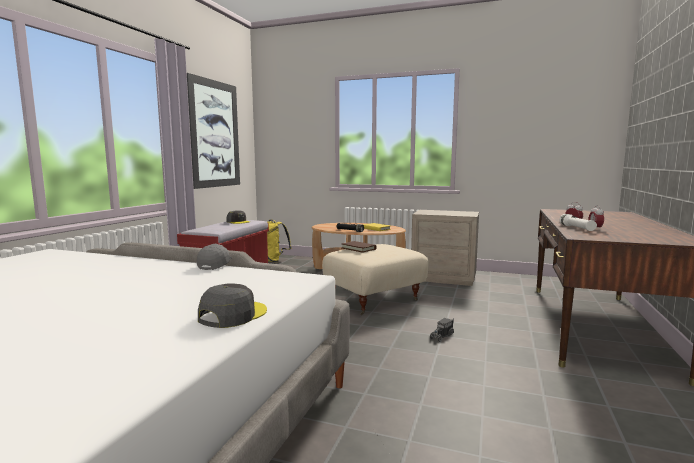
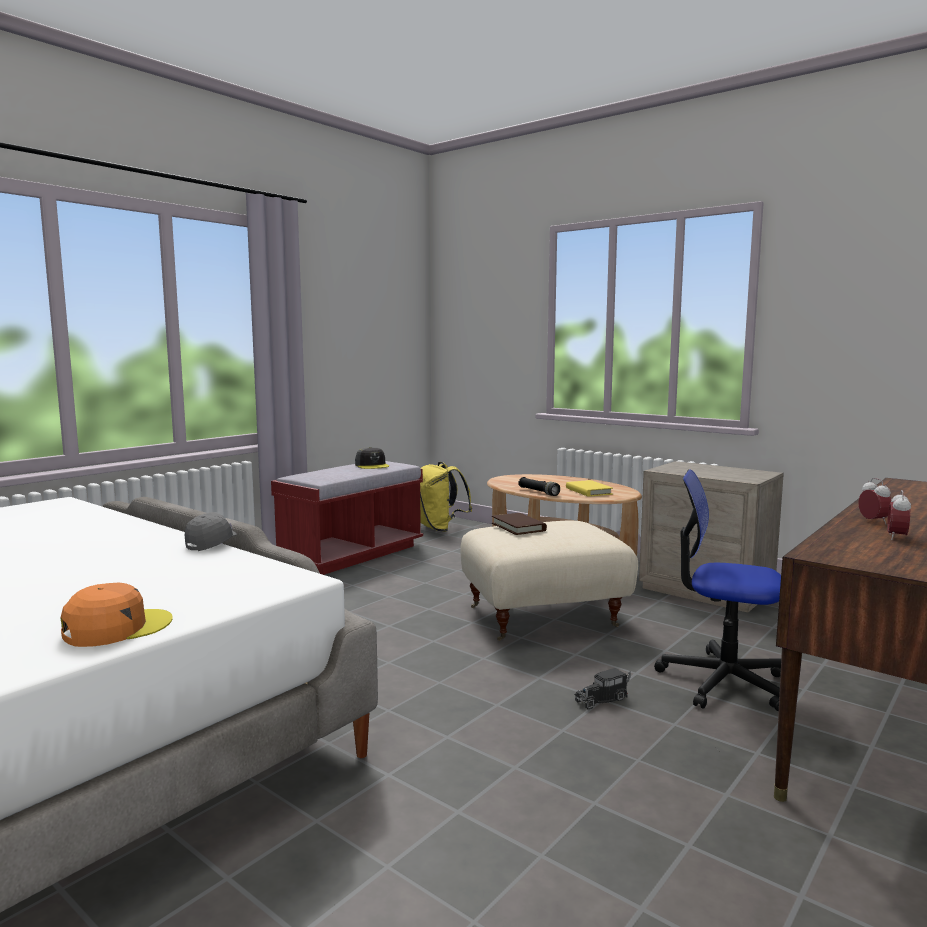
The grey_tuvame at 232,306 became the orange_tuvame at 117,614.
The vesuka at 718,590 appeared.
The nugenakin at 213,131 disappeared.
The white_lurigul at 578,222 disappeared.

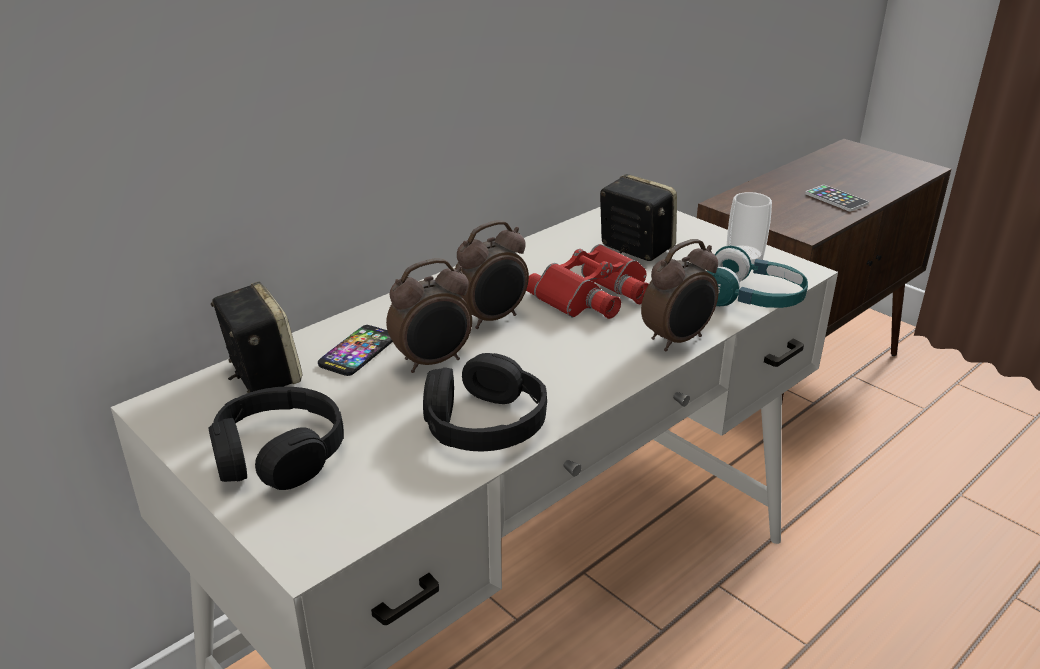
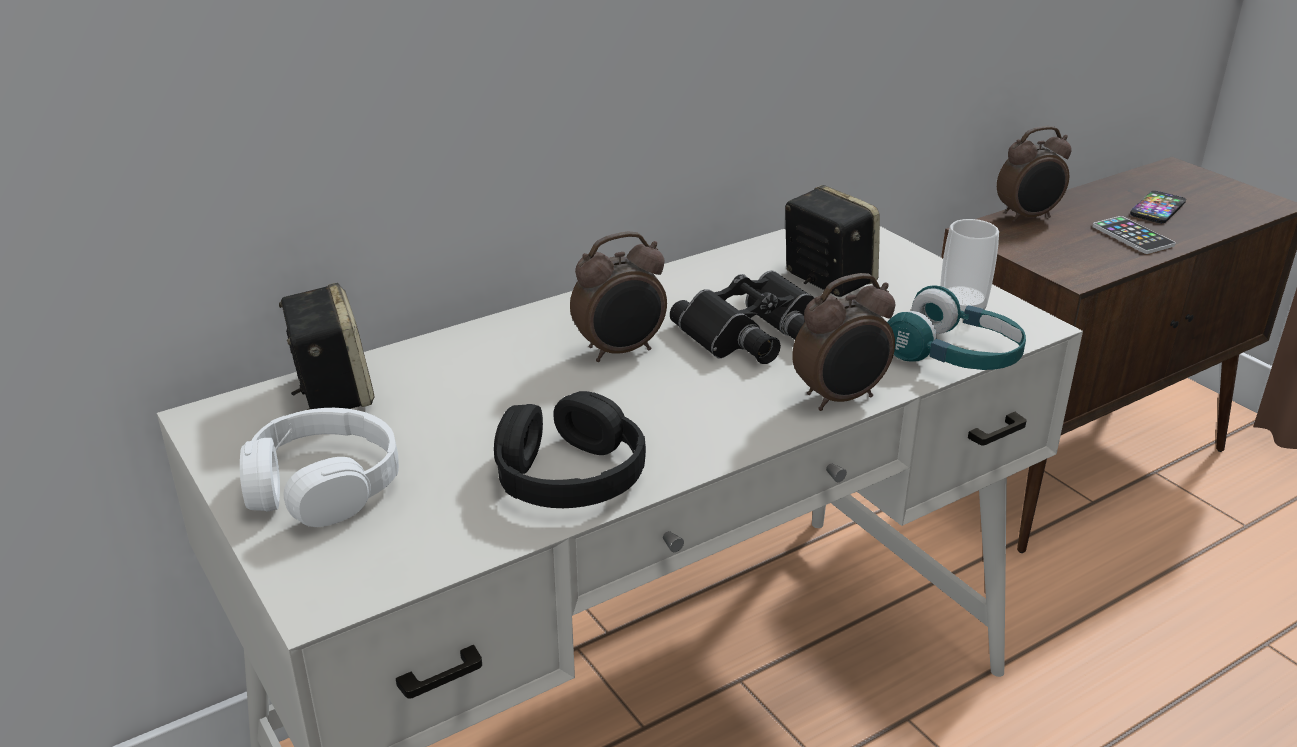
The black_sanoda at 276,438 became the white_sanoda at 319,467.
The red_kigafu at 587,281 became the black_kigafu at 742,317.
The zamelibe moved from 429,315 to 1034,174.
The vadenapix moved from 355,350 to 1158,207.

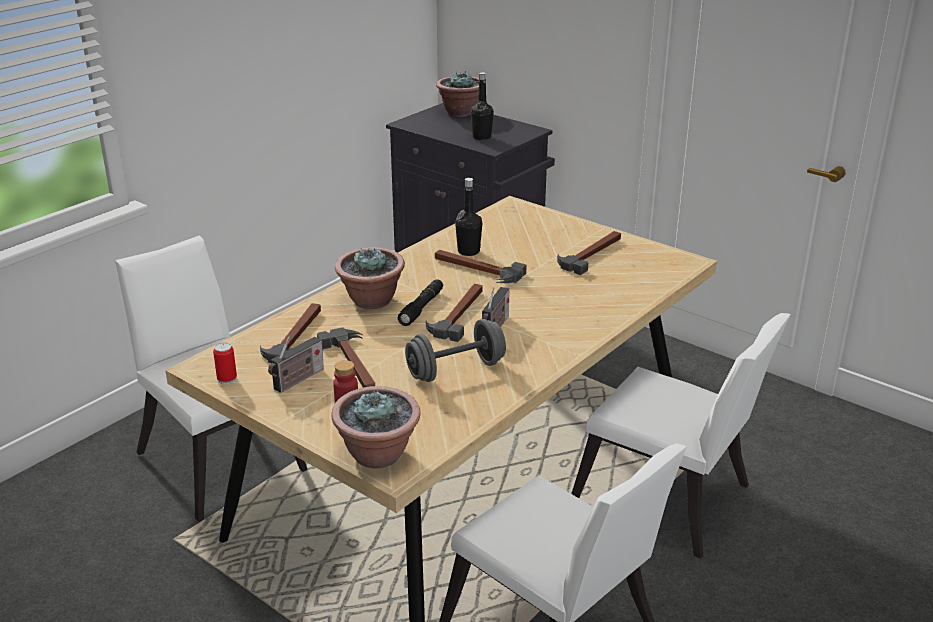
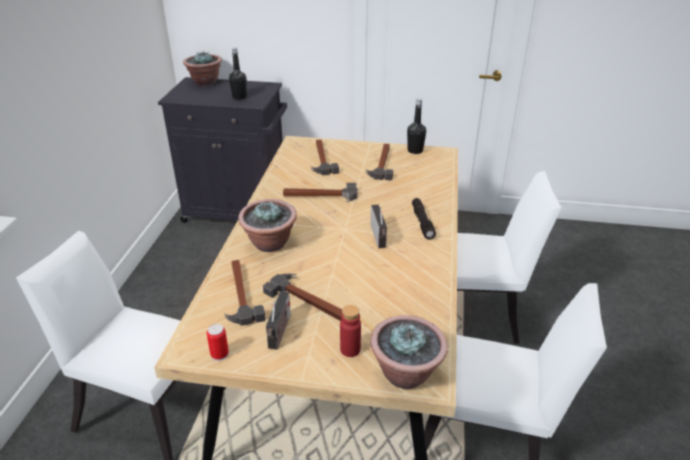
The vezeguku moved from 454,313 to 325,157.
The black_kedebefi moved from 469,217 to 416,126.
The black_lurigul moved from 420,302 to 424,219.
The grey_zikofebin at 455,350 disappeared.

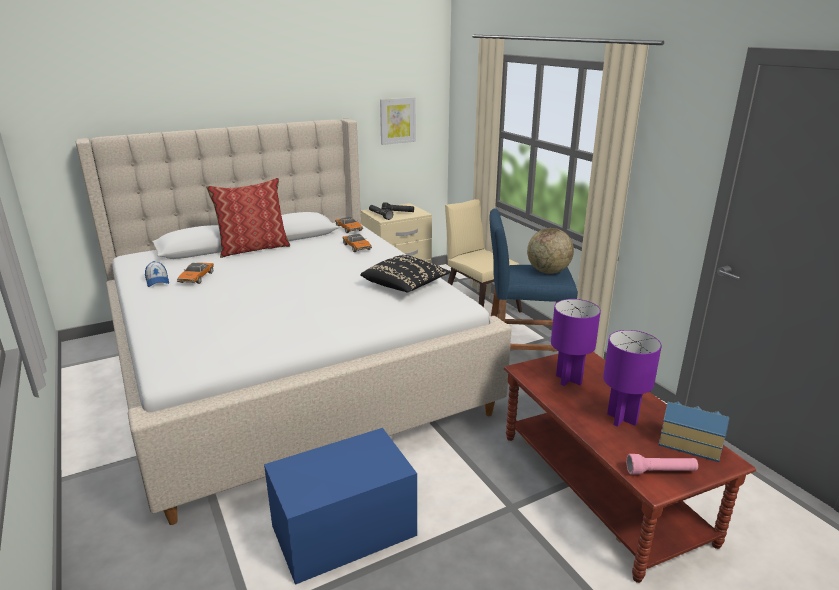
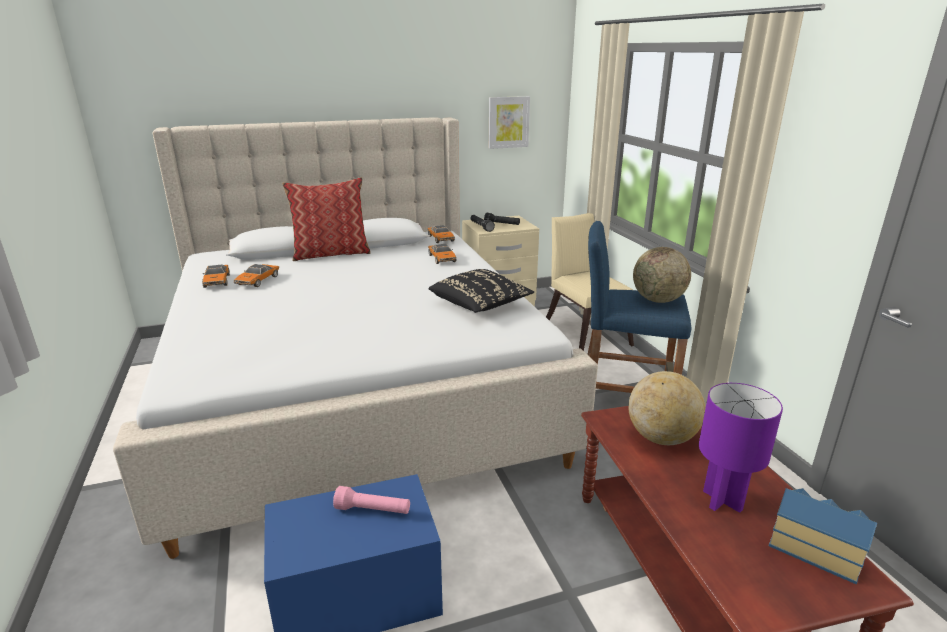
The tuvame at 157,274 was replaced by the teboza at 216,276.
The pink_lurigul moved from 662,464 to 371,500.
The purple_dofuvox at 576,342 was replaced by the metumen at 667,408.

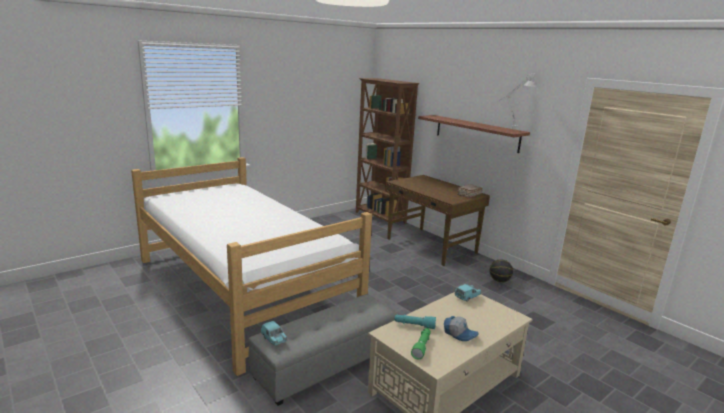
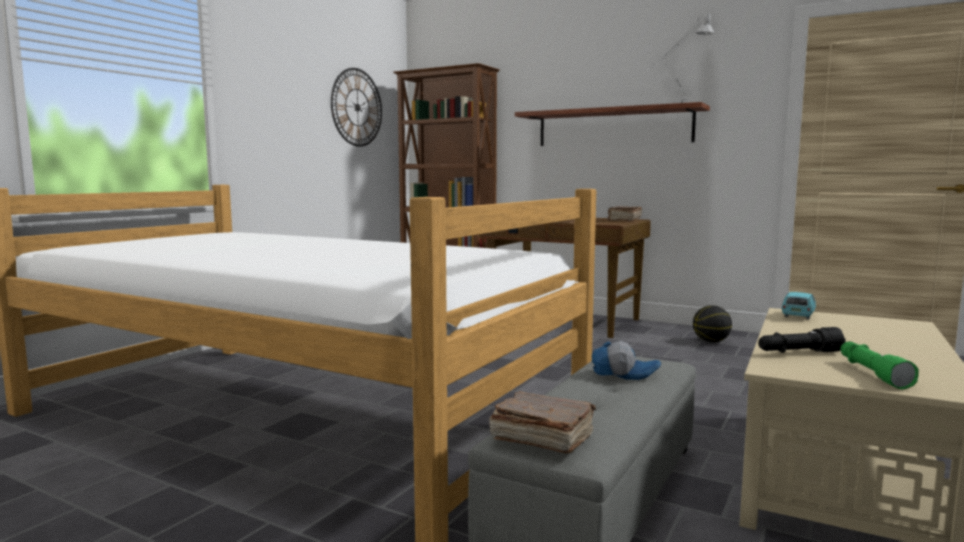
The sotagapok at 356,107 appeared.
The turquoise_teboza at 274,333 was replaced by the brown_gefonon at 542,422.
The tuvame moved from 461,328 to 626,360.
The turquoise_lurigul at 415,321 became the black_lurigul at 802,340.

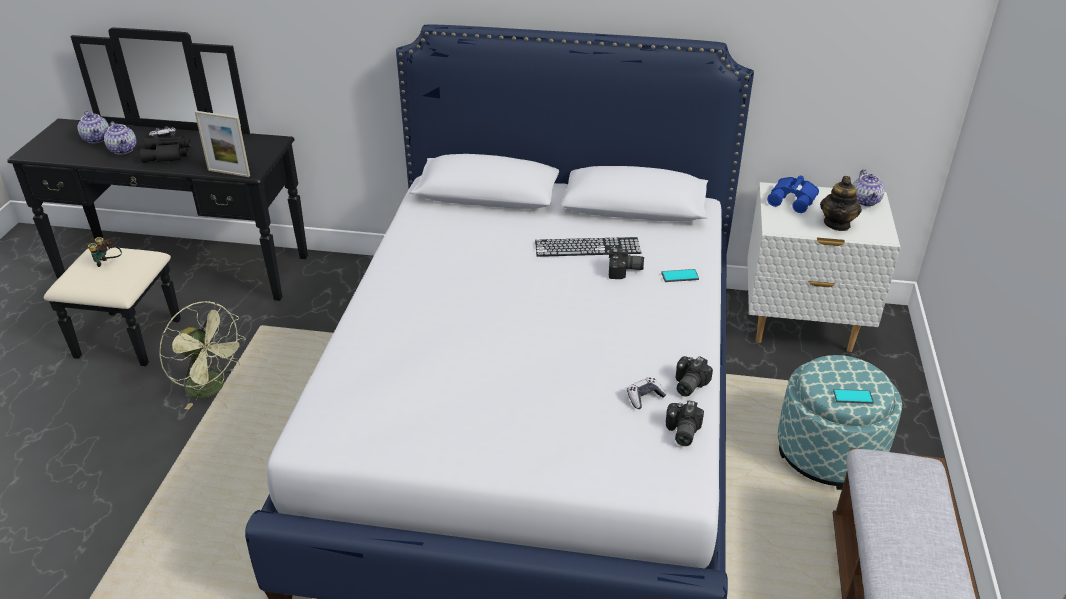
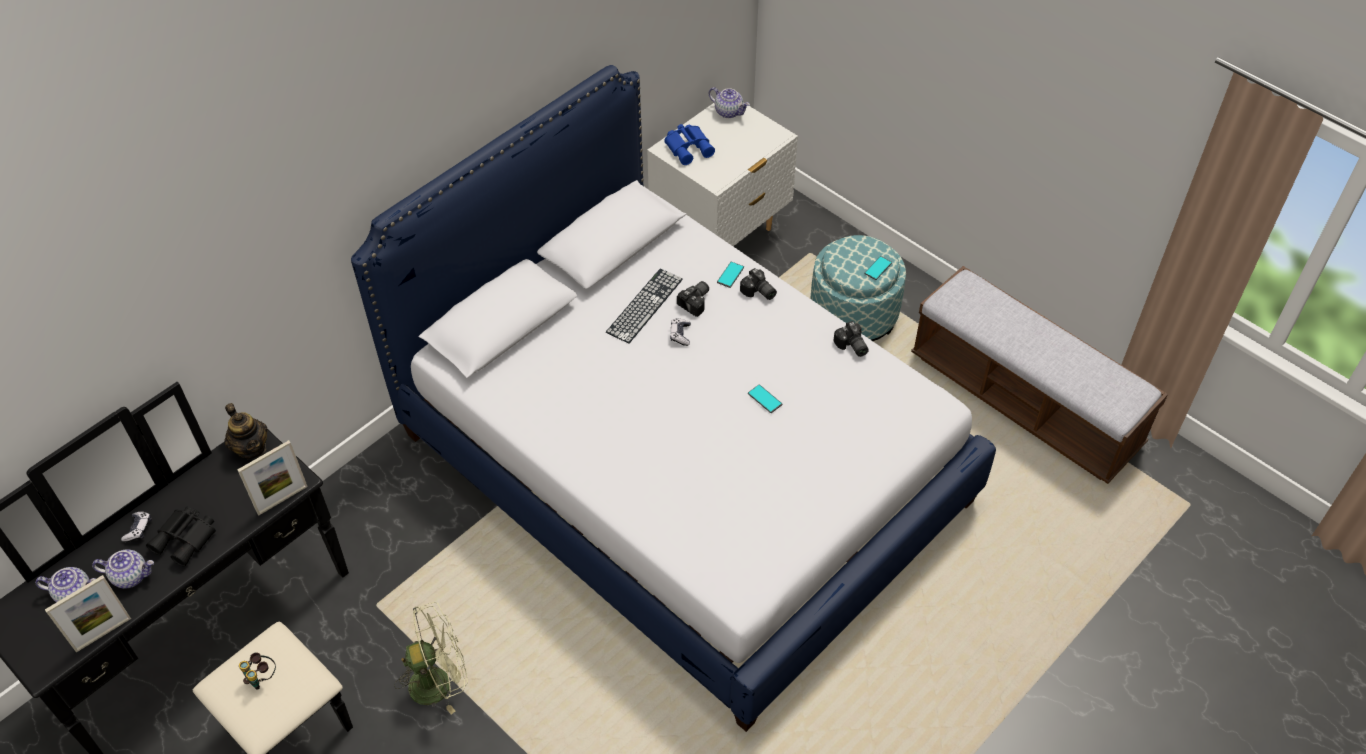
The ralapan at 88,613 appeared.
The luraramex moved from 841,203 to 246,431.
The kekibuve moved from 647,393 to 680,332.
The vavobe moved from 685,423 to 758,284.
The vadenapix at 765,398 appeared.

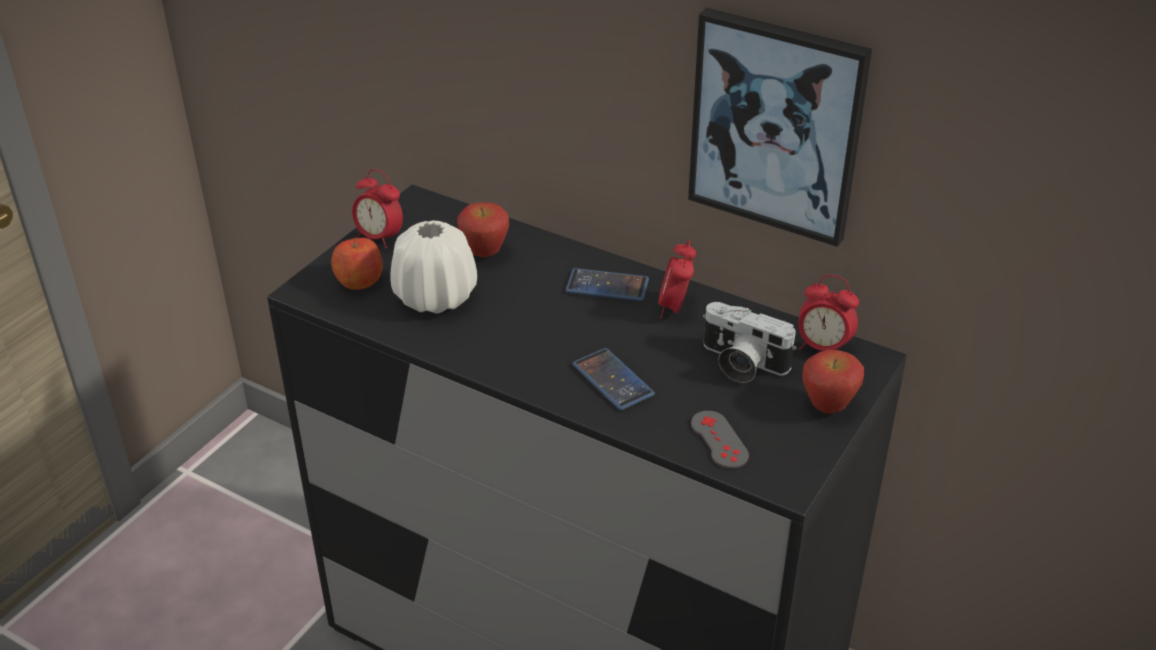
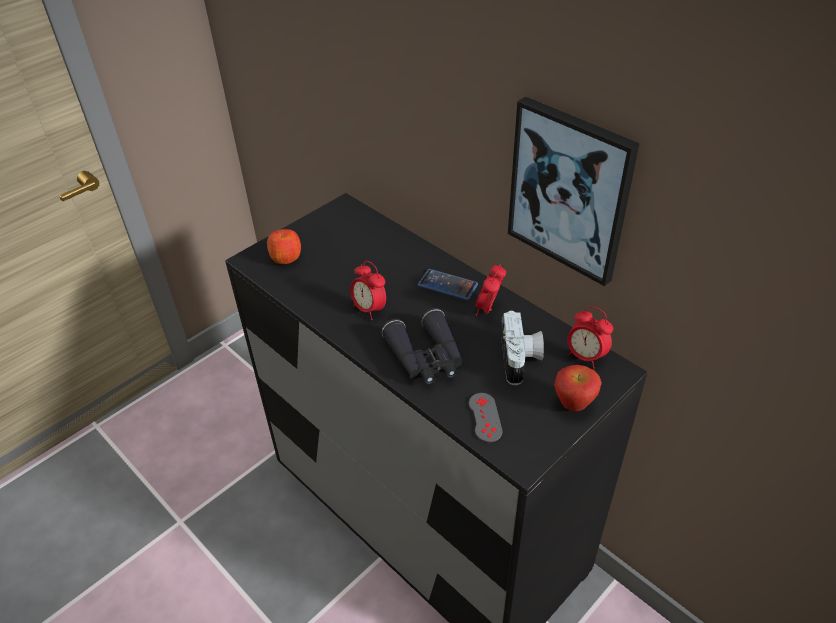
The zamelibe moved from 377,209 to 368,290.
The vadenapix at 613,379 was replaced by the black_kigafu at 422,346.
The vavobe at 750,342 turned 135 degrees counterclockwise.
The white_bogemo at 433,267 disappeared.
The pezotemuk at 483,230 disappeared.

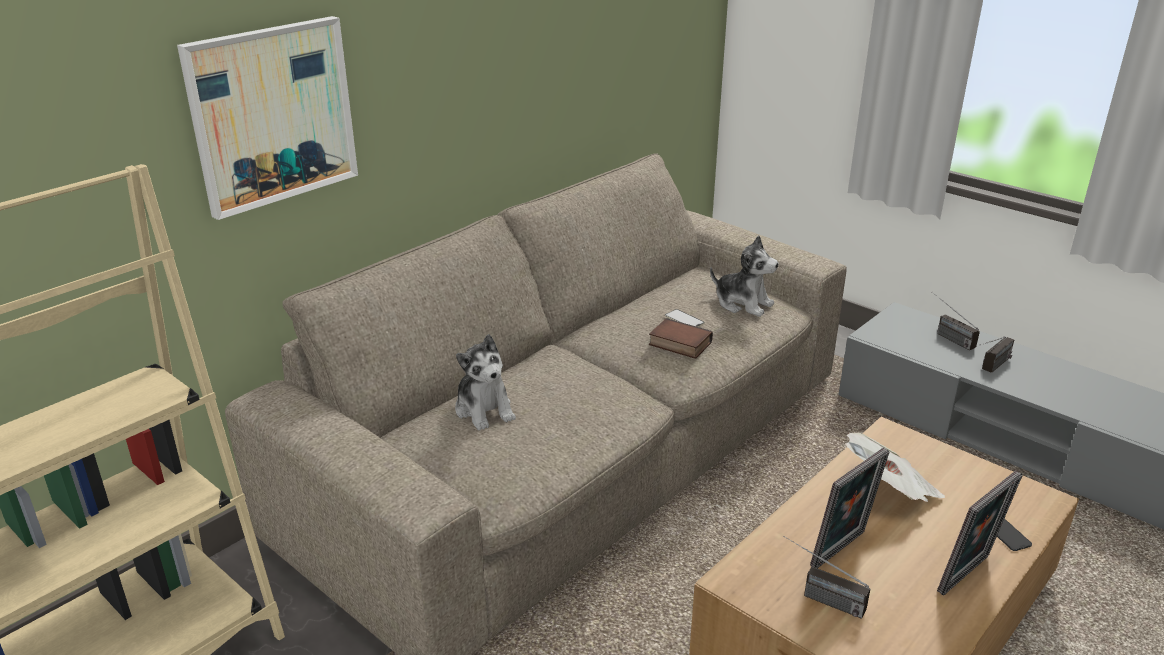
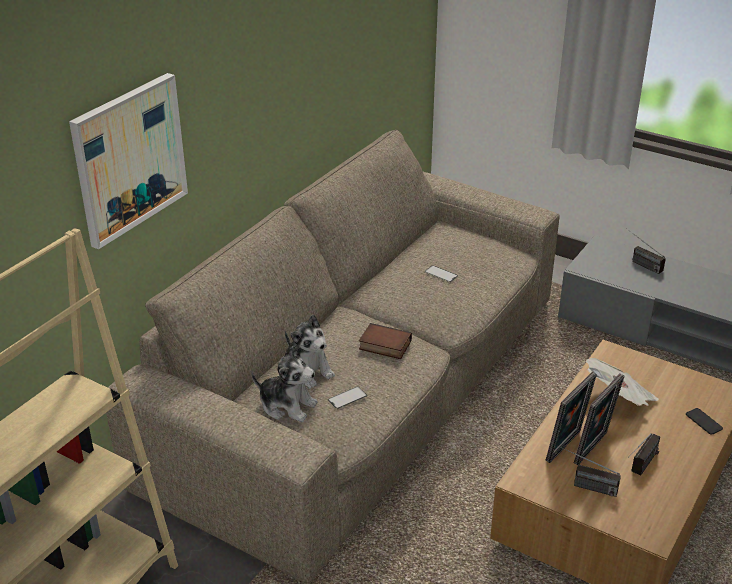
The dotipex moved from 744,276 to 285,384.
The vadenapix at 347,397 appeared.
The gefonon moved from 681,338 to 385,341.
The ralapan moved from 980,533 to 571,417.
The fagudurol moved from 997,354 to 644,454.

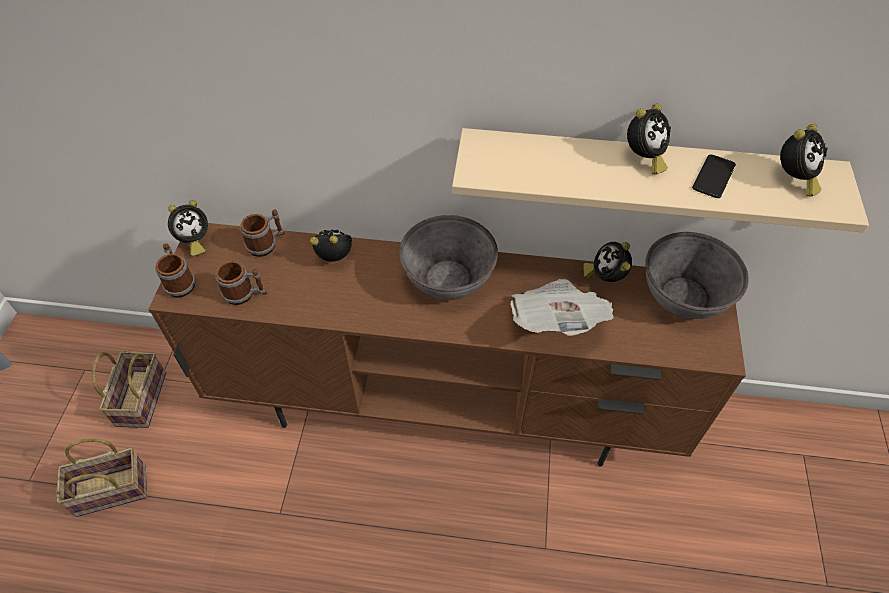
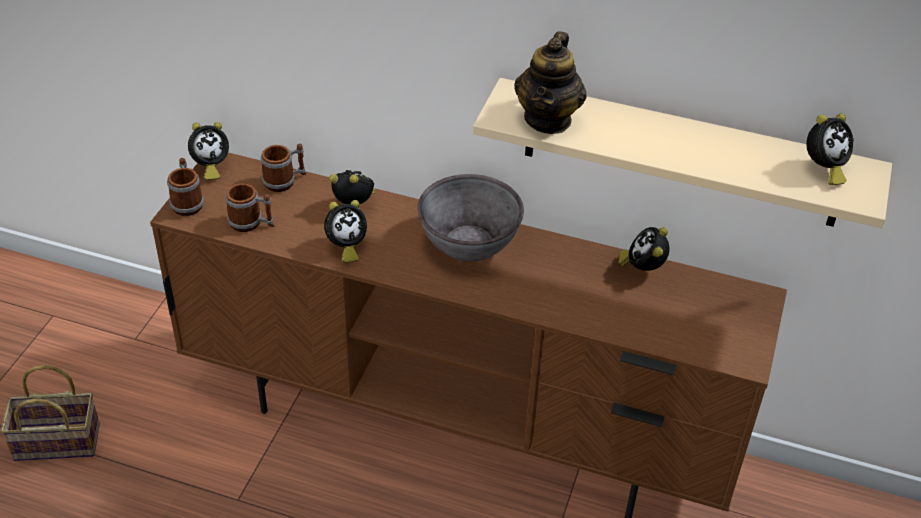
The zamelibe moved from 649,139 to 345,231.
The luraramex at 550,82 appeared.
The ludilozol at 129,389 disappeared.
The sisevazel at 562,307 disappeared.
The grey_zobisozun at 697,275 disappeared.
The vadenapix at 714,176 disappeared.

